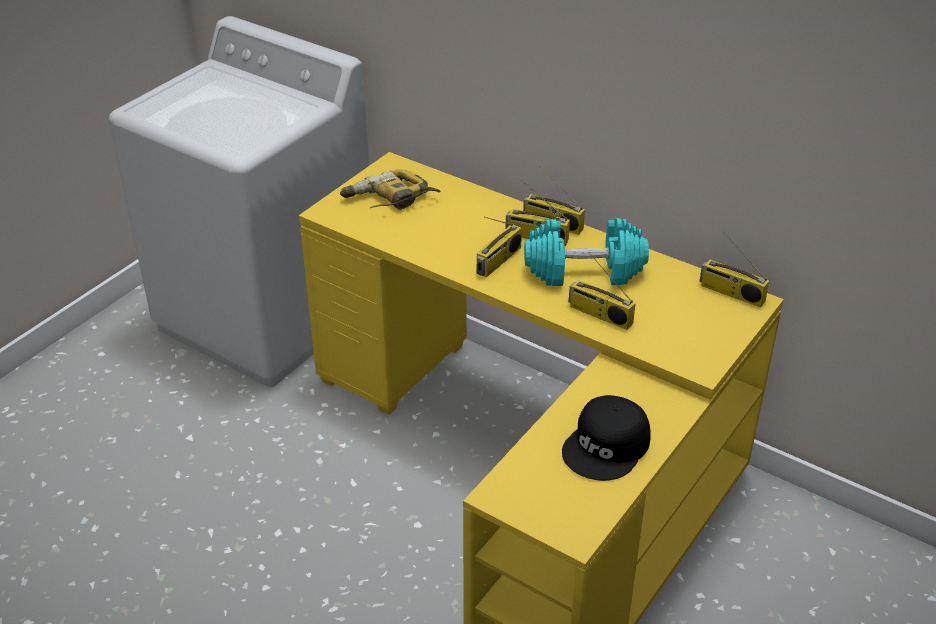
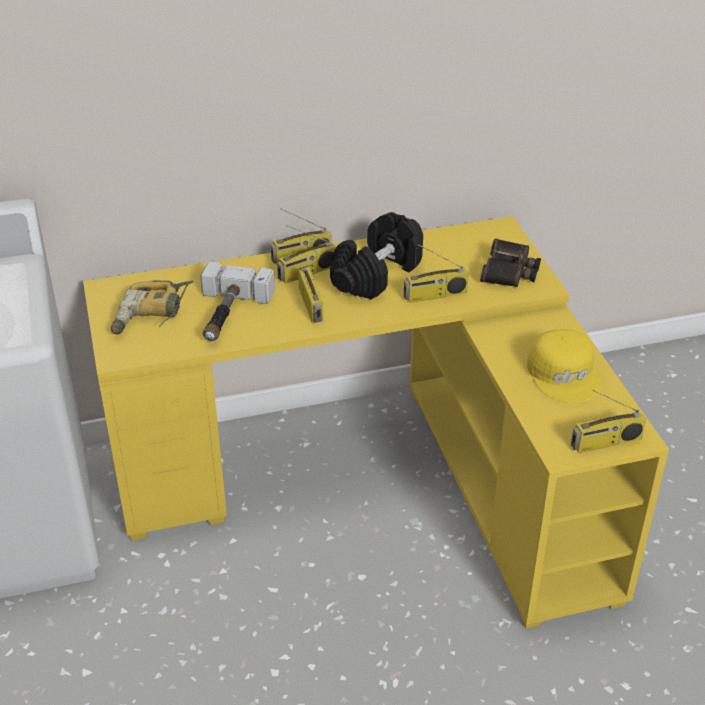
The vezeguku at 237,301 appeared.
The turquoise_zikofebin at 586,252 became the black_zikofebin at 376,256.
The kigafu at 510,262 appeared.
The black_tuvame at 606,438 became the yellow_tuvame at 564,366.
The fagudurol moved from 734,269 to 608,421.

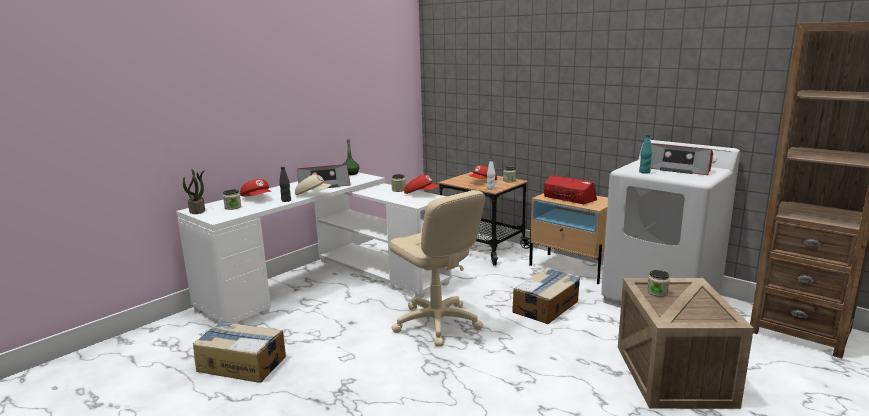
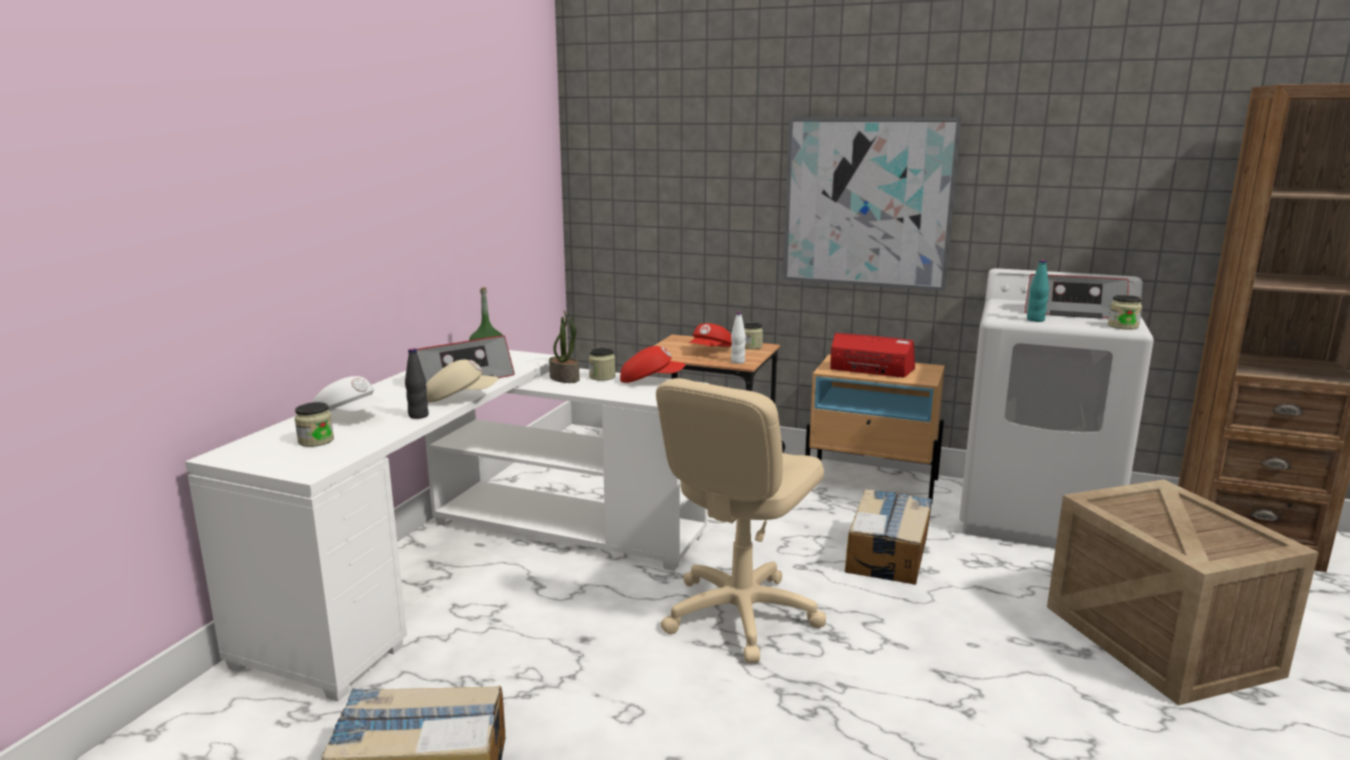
The red_tuvame at 255,188 became the white_tuvame at 348,394.
The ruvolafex moved from 194,191 to 564,347.
The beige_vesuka at 437,268 turned 90 degrees clockwise.
The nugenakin at 872,204 appeared.
The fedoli moved from 658,283 to 1125,312.

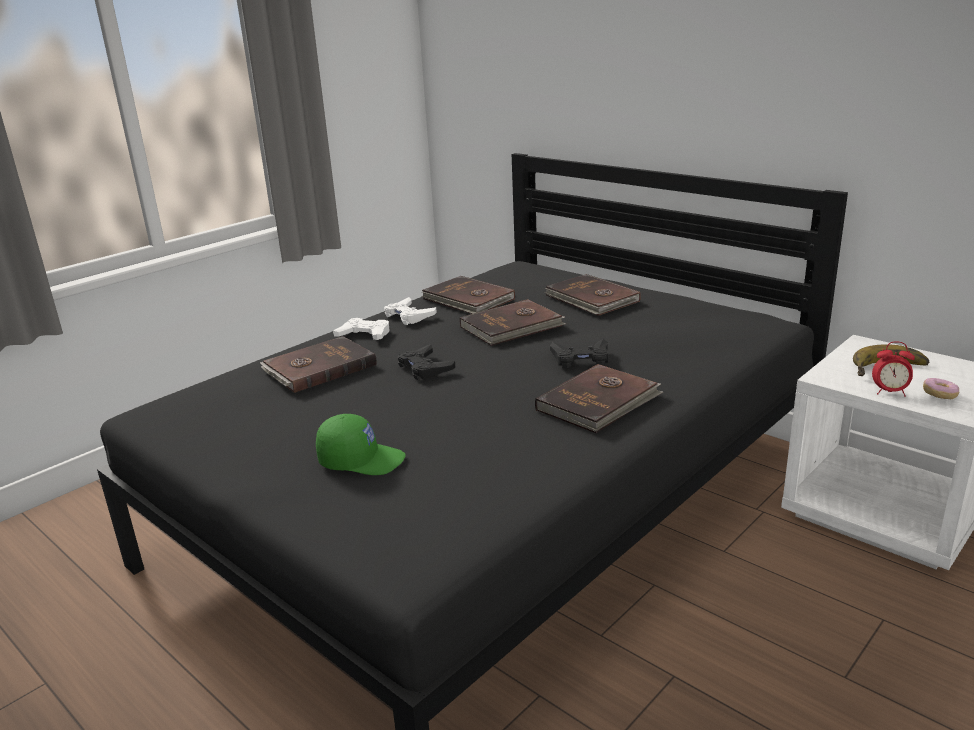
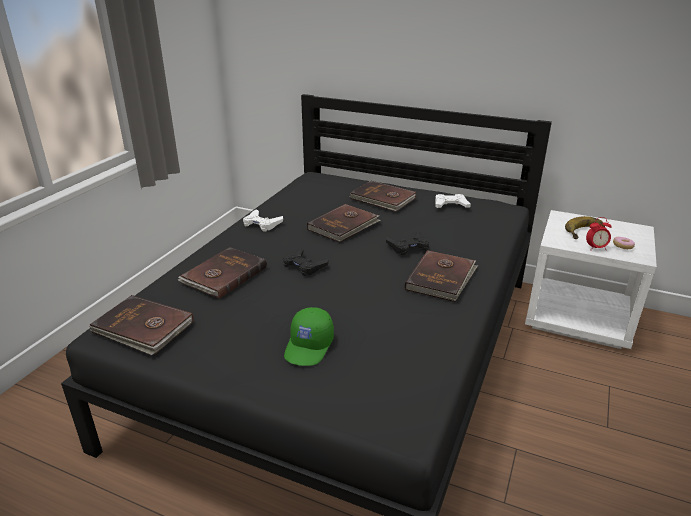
The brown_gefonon moved from 468,295 to 141,325.
The green_tuvame at 361,444 turned 120 degrees clockwise.
The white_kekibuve moved from 361,329 to 453,201.

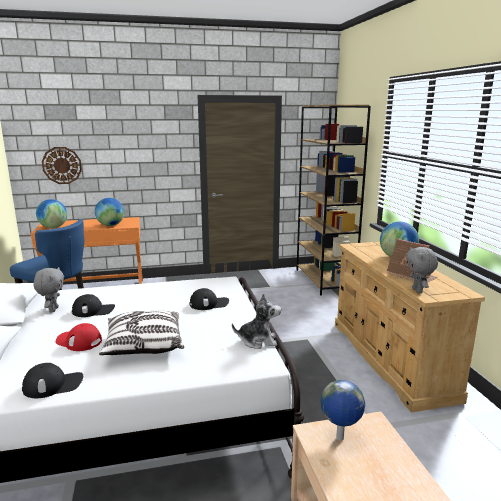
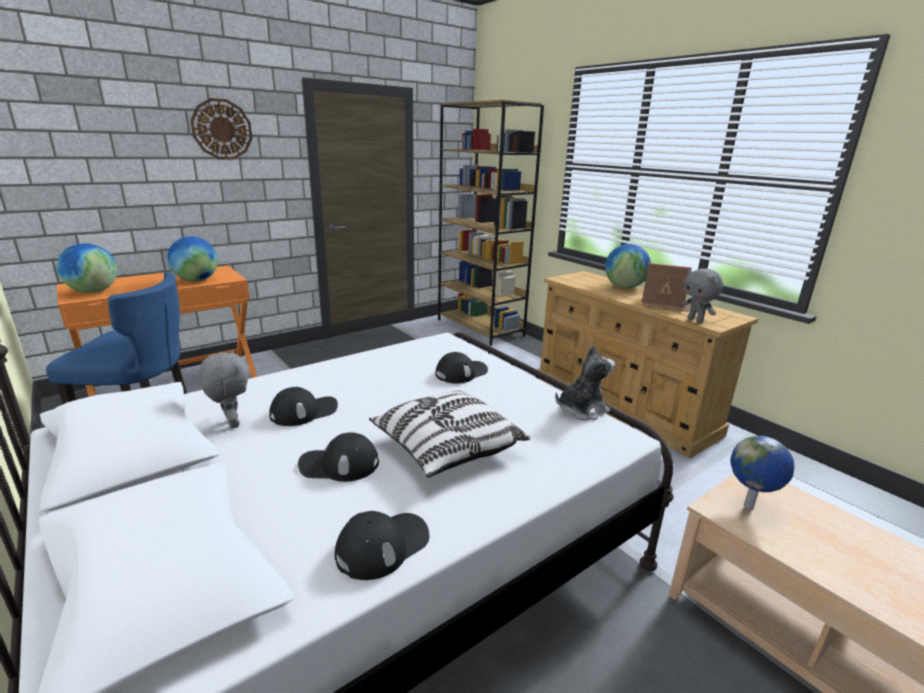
The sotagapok moved from 62,165 to 221,129.
The red_tuvame at 79,337 became the black_tuvame at 338,457.

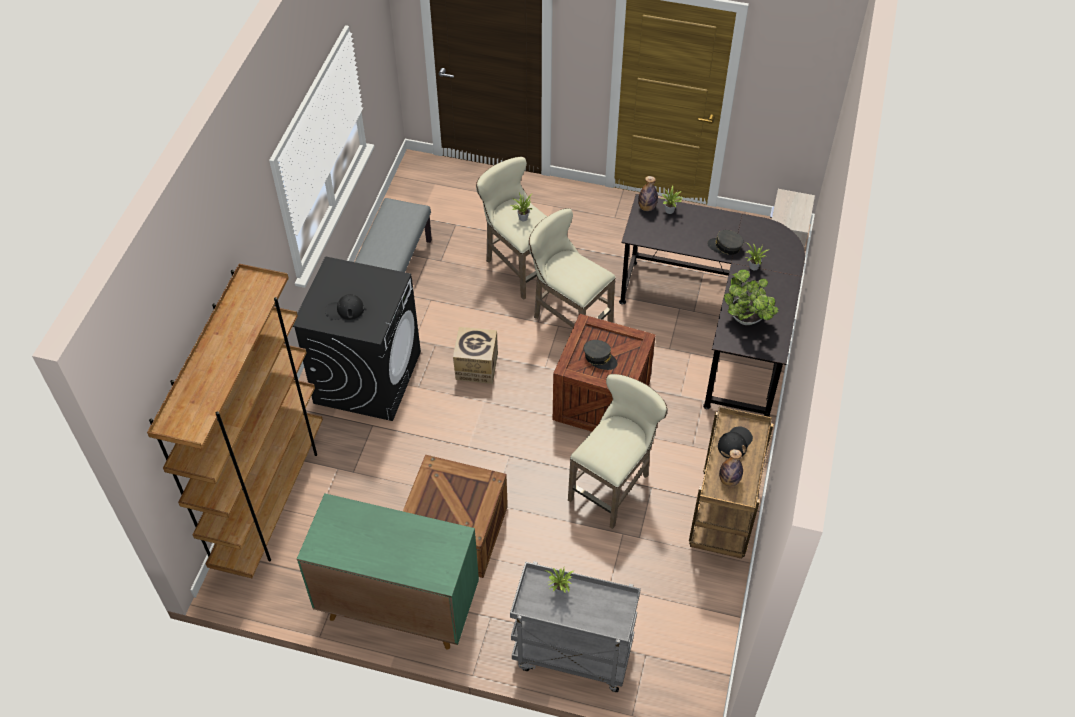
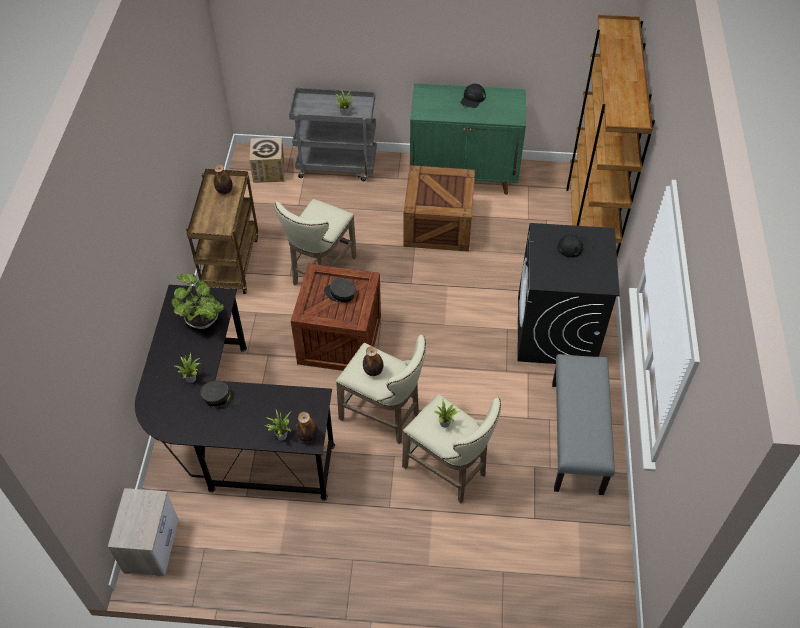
The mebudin moved from 475,355 to 266,160.
The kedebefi at 373,361 appeared.
The black_tuvame moved from 735,442 to 473,96.

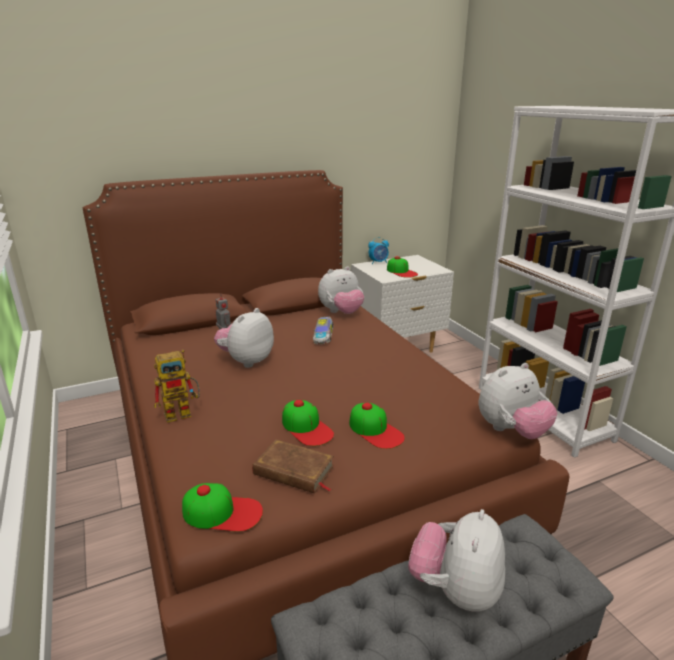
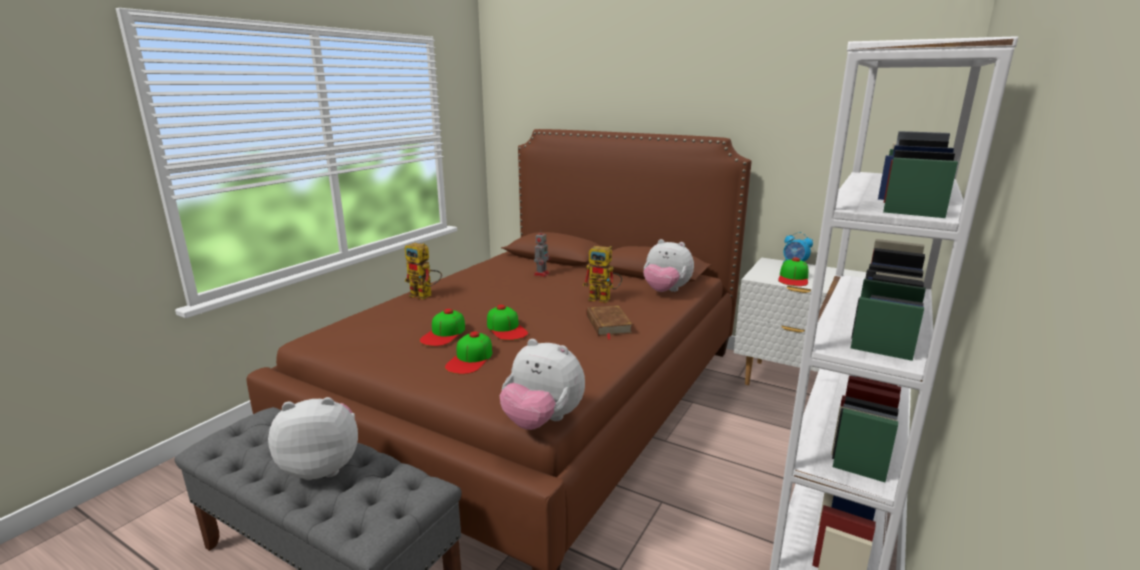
The tuvame moved from 222,507 to 507,322.
The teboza at 323,330 was replaced by the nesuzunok at 602,274.
The brown_gefonon moved from 293,466 to 609,322.
The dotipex at 244,338 disappeared.

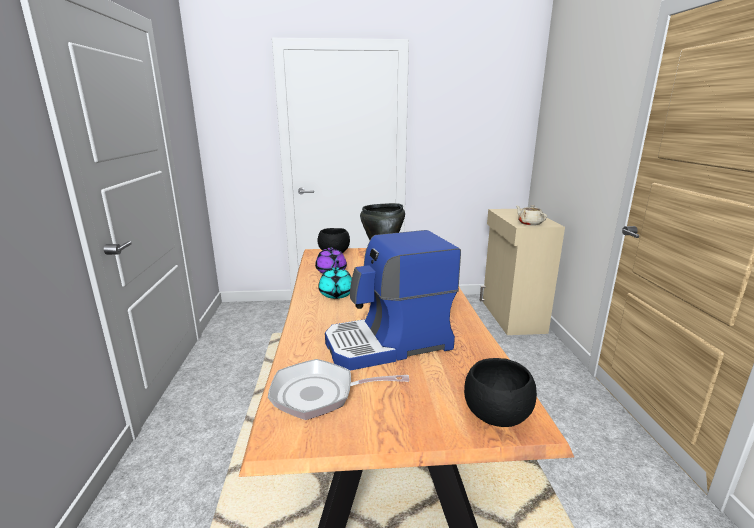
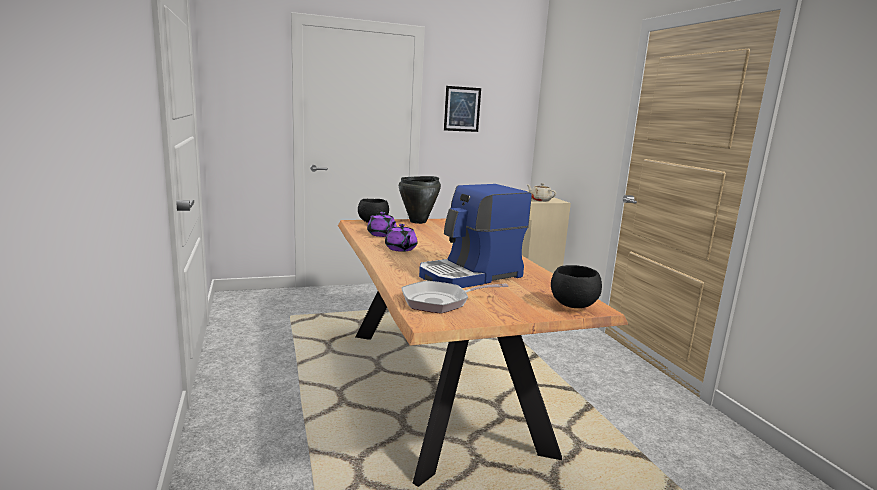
The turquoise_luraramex at 335,283 became the purple_luraramex at 401,238.
The nugenakin at 462,109 appeared.

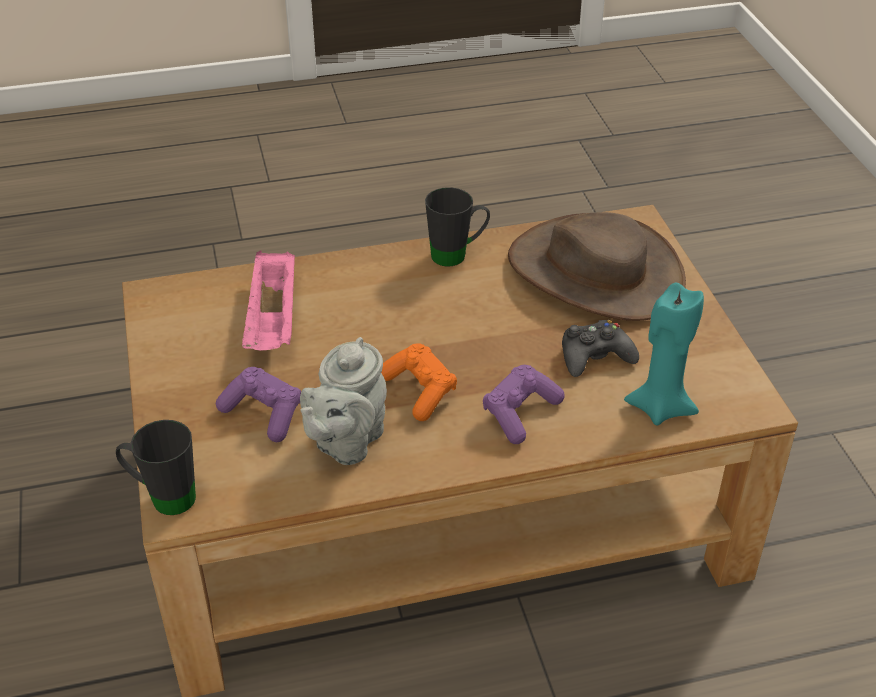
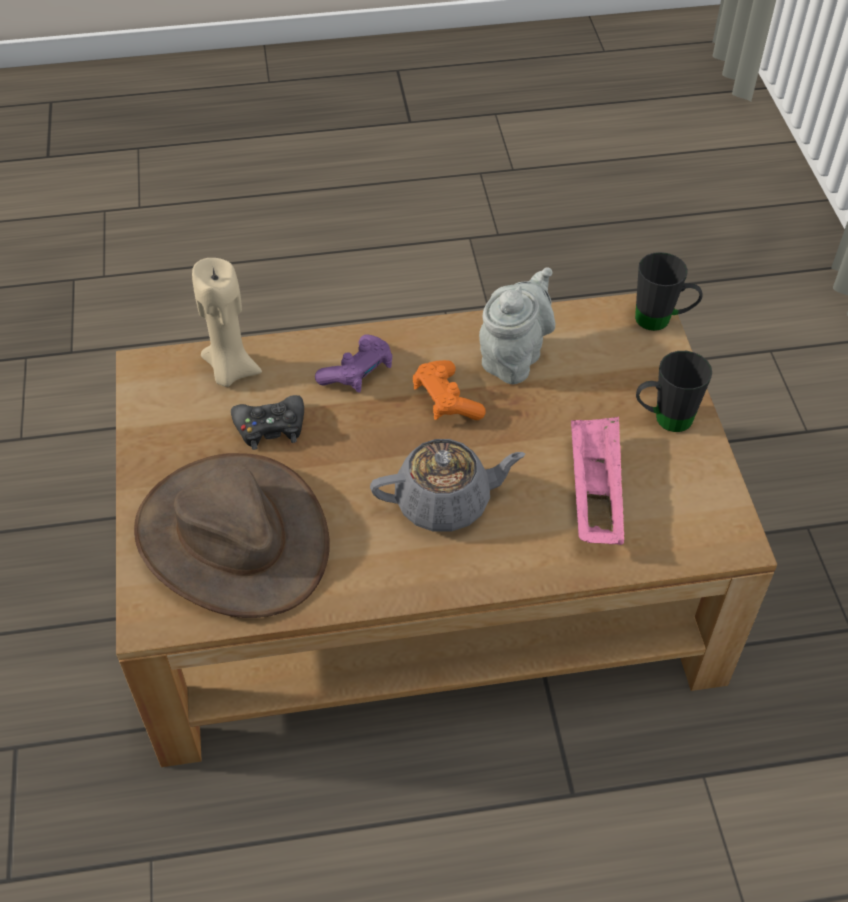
The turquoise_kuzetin at 664,354 became the beige_kuzetin at 227,322.
The grey_luraramex at 447,485 appeared.
The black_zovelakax moved from 457,227 to 674,391.
The purple_kekibuve at 258,404 disappeared.

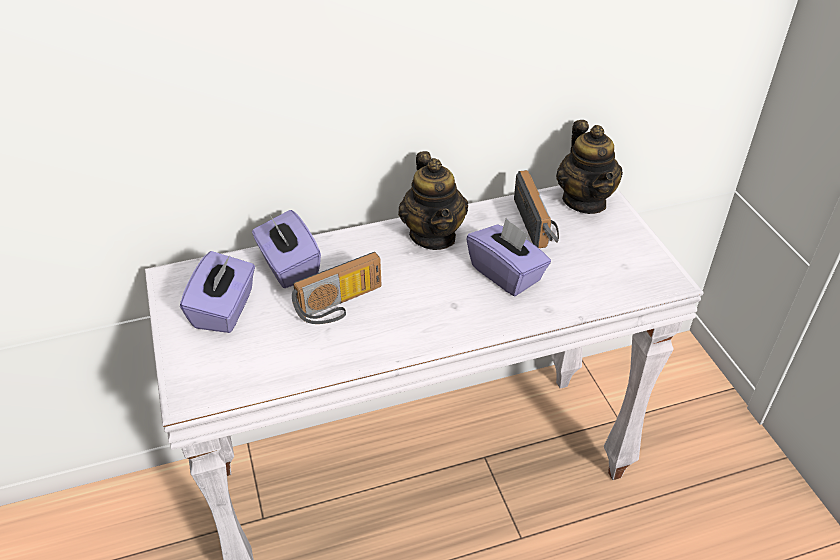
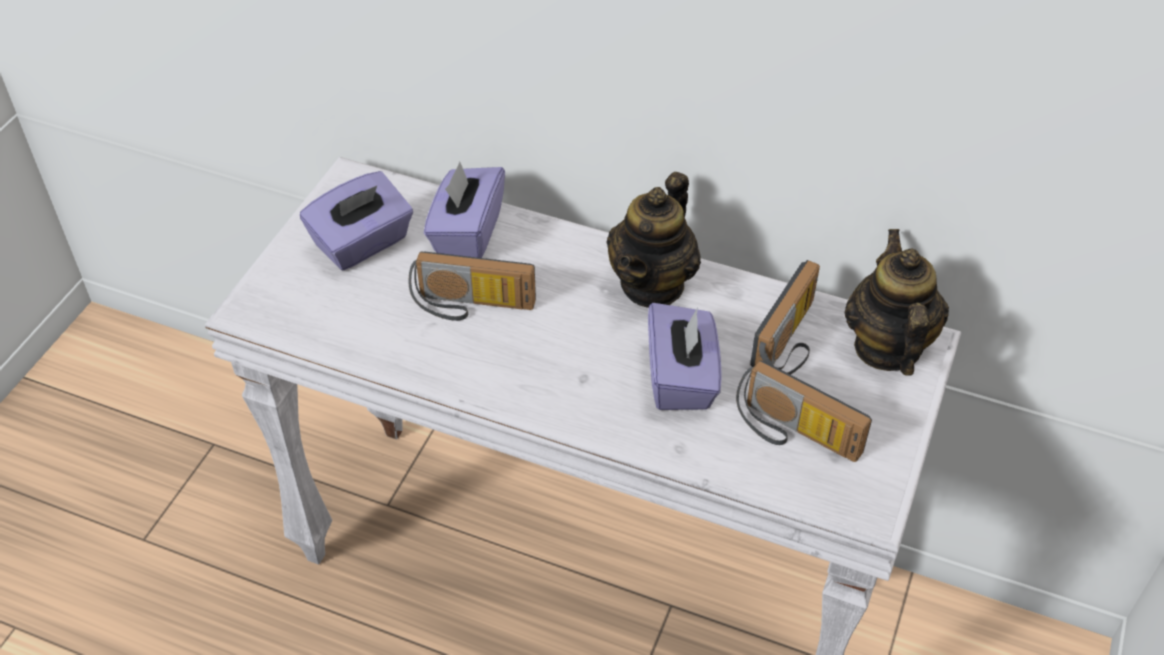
The fagudurol at 804,411 appeared.
The luraramex at 589,167 turned 150 degrees clockwise.

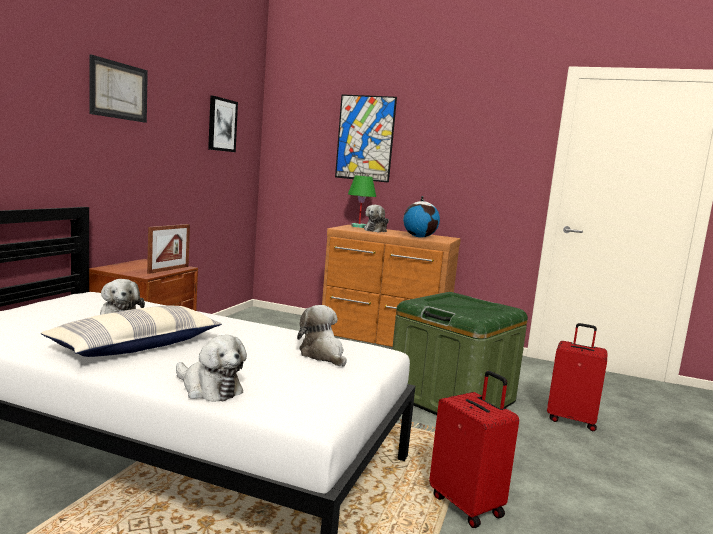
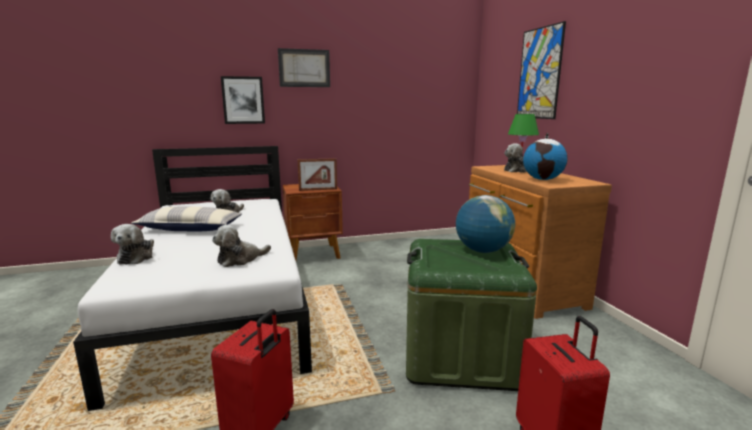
The dotipex at 322,336 turned 150 degrees counterclockwise.
The nugenakin moved from 223,124 to 243,100.
The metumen at 485,224 appeared.

